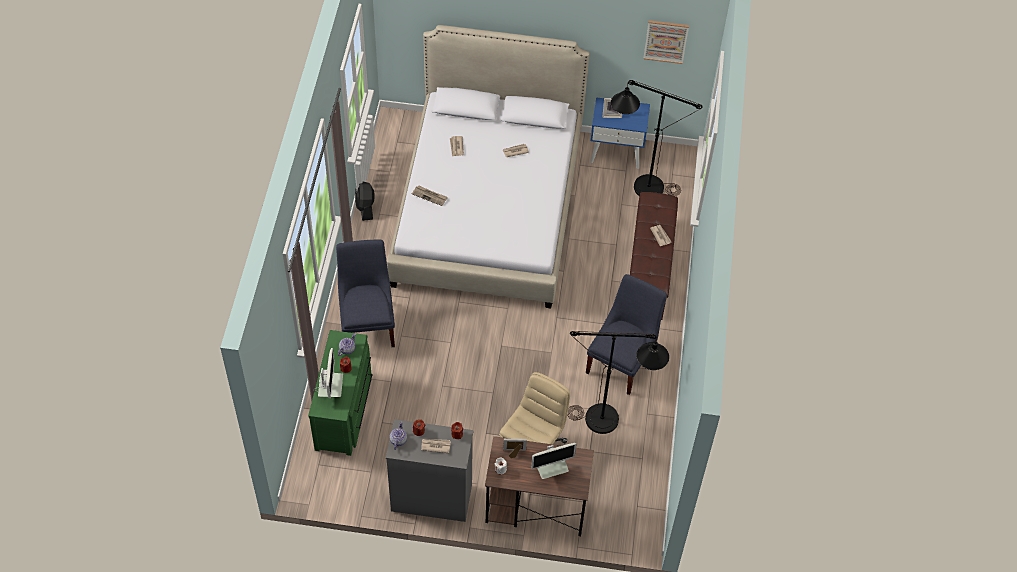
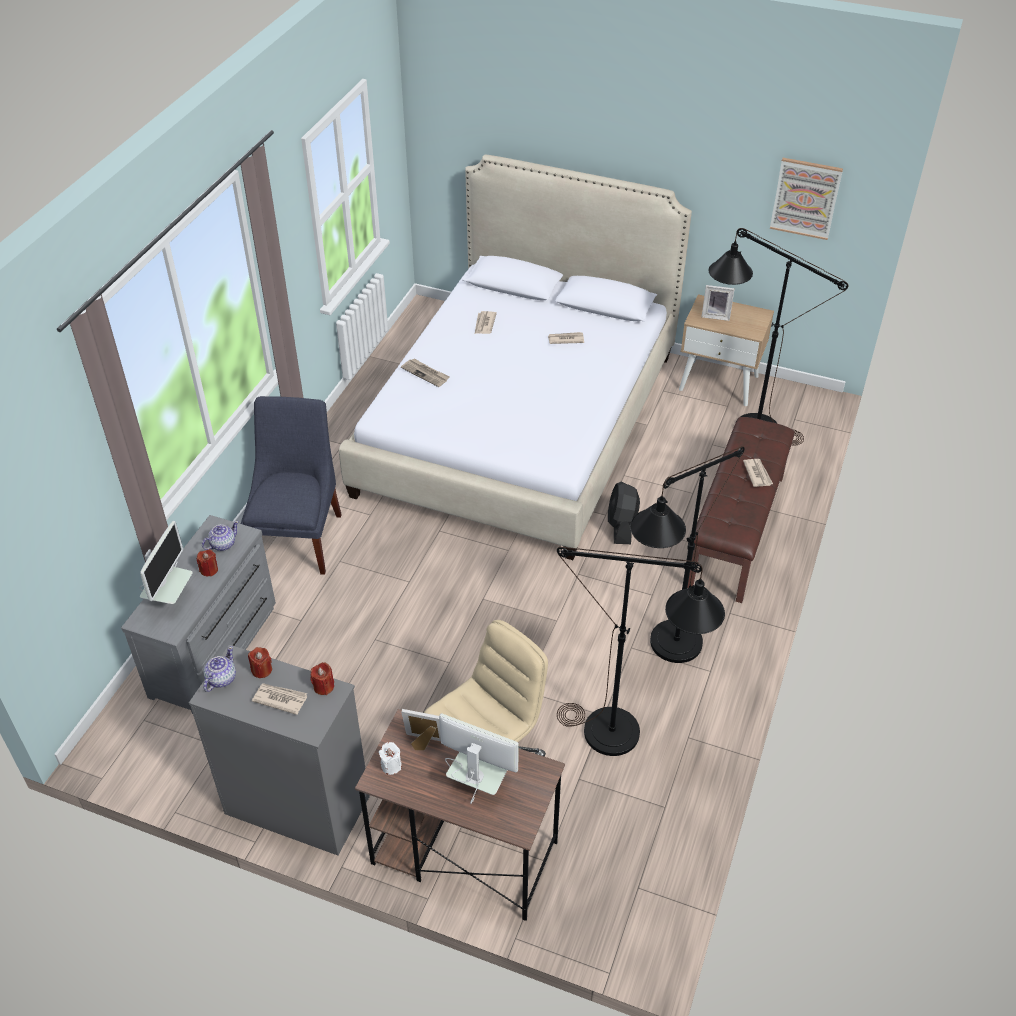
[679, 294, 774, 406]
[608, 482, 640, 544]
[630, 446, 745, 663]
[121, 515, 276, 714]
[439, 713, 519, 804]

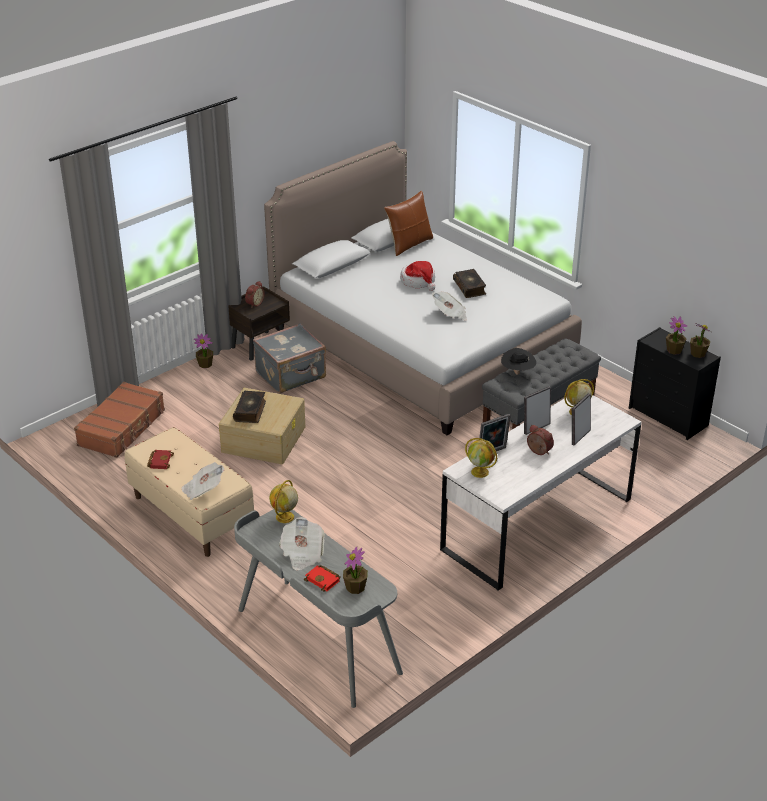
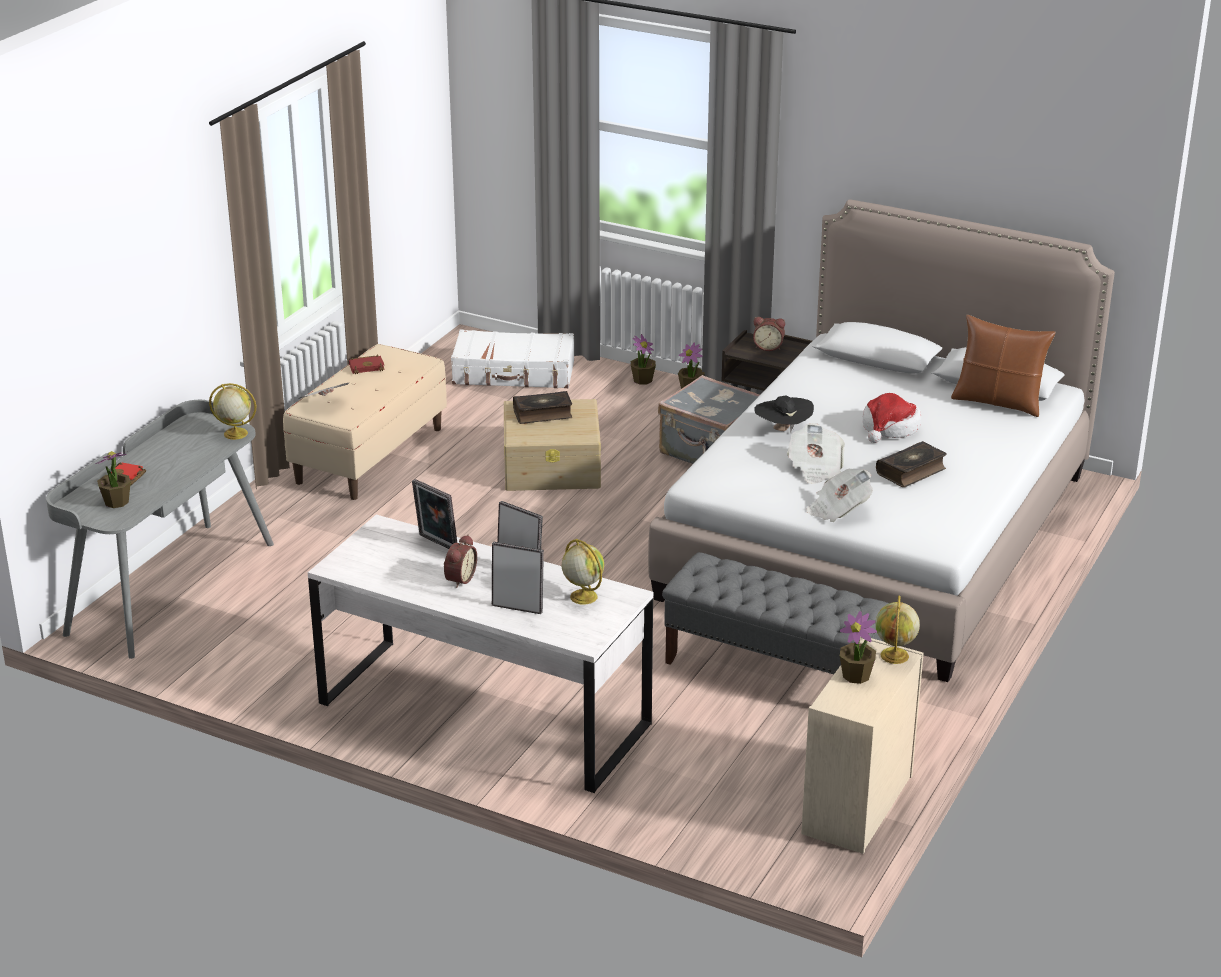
[631, 334, 656, 385]
[801, 637, 924, 854]
[754, 395, 814, 433]
[451, 330, 574, 388]
[875, 595, 920, 664]
[806, 468, 873, 522]

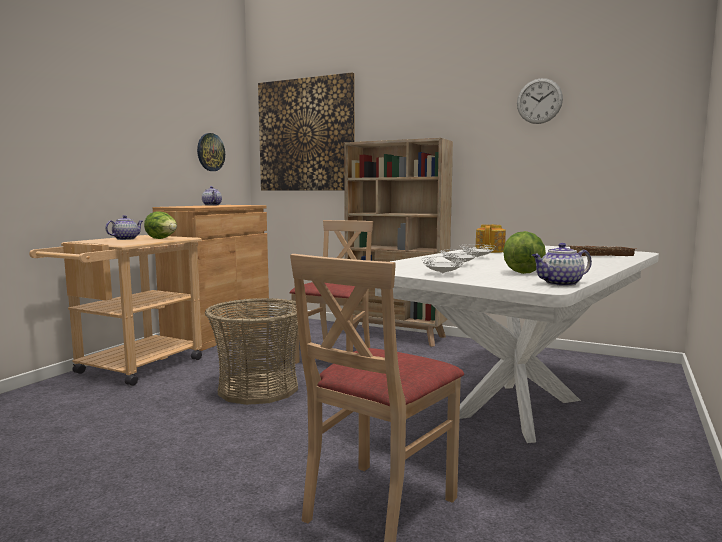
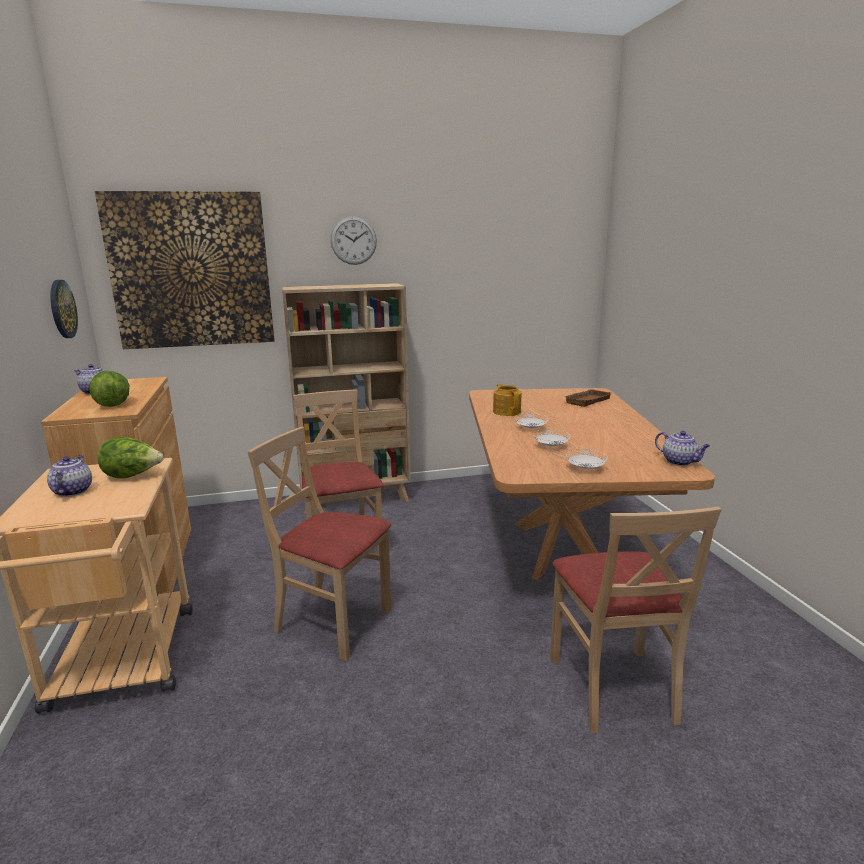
[331, 216, 377, 265]
[90, 370, 129, 407]
[655, 431, 710, 466]
[469, 388, 715, 581]
[248, 427, 392, 661]

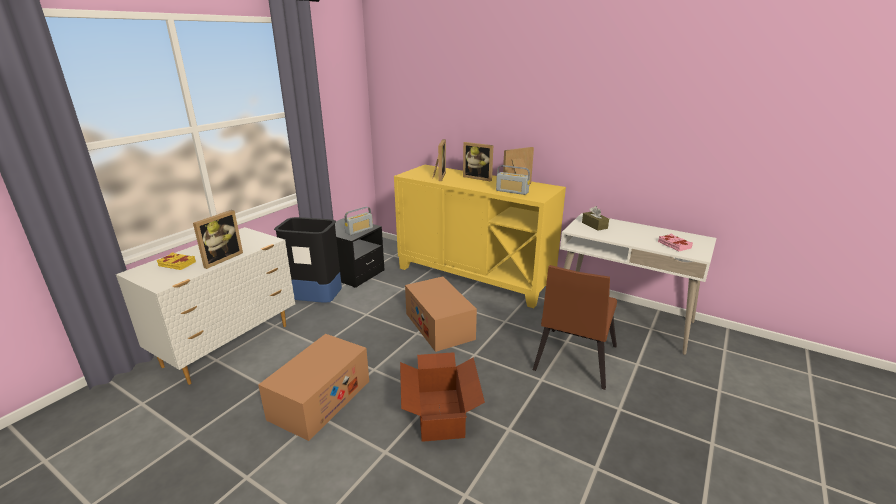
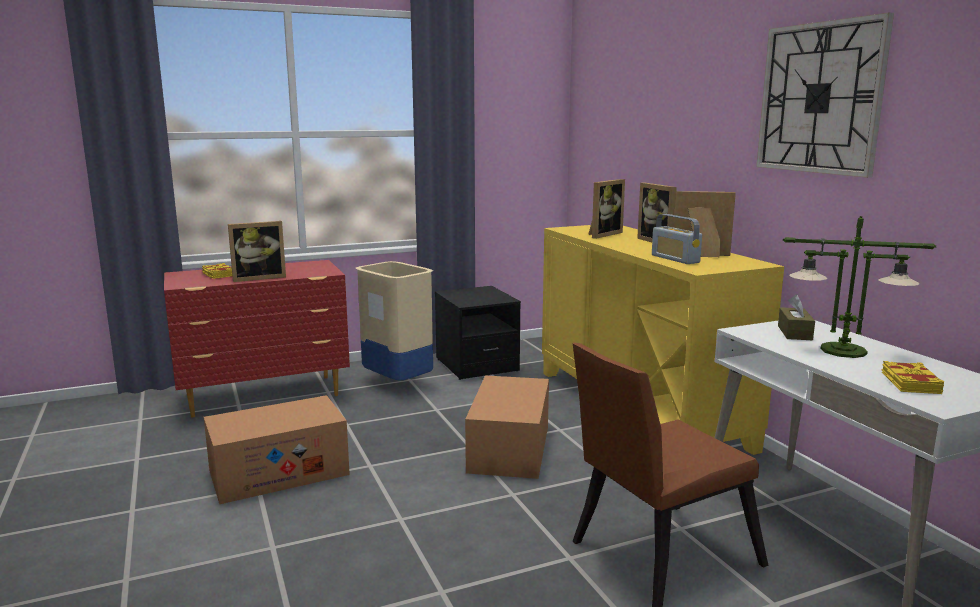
[344, 207, 373, 235] (first image)
[356, 261, 433, 381]
[164, 260, 350, 418]
[882, 361, 944, 394]
[400, 352, 485, 442] (first image)
[756, 13, 894, 178]
[783, 216, 936, 358]

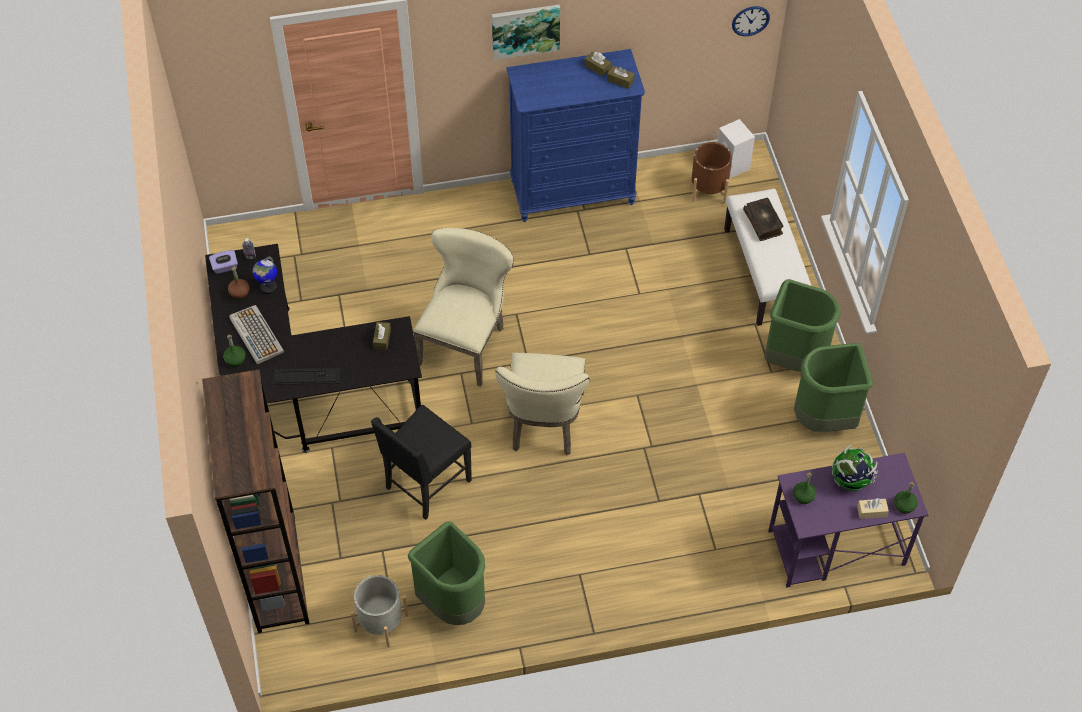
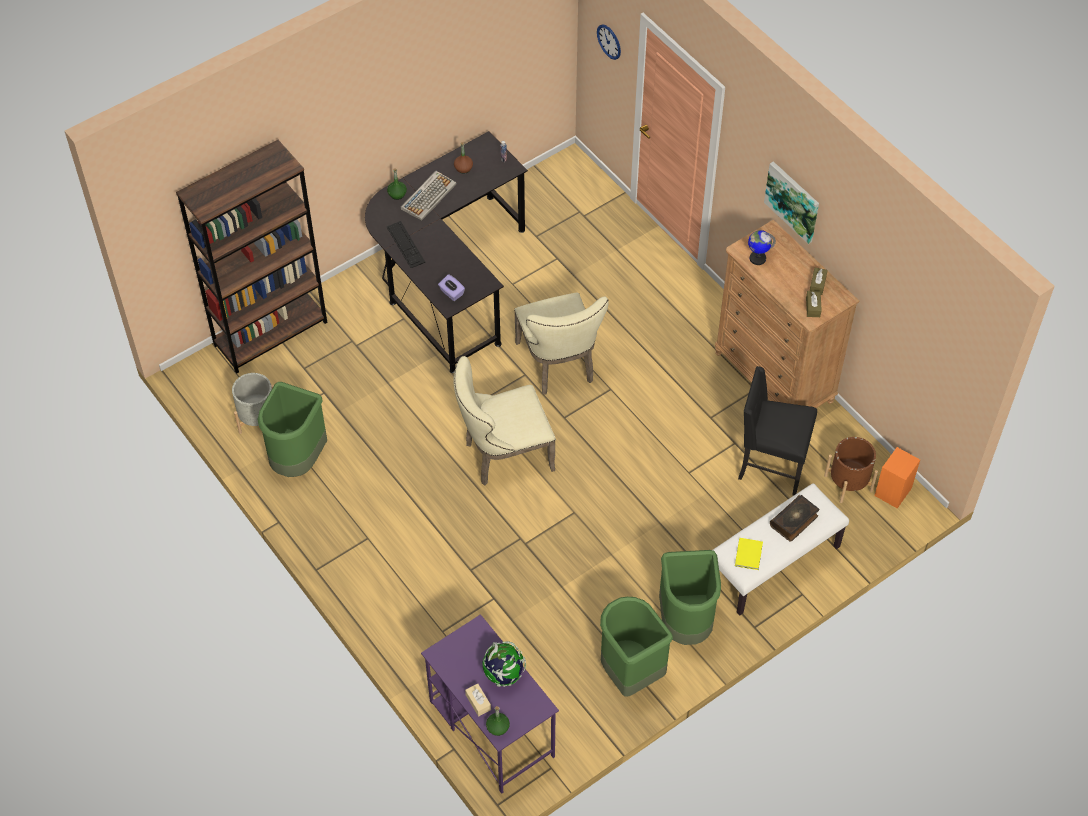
[597, 24, 621, 60]
[715, 220, 859, 408]
[874, 447, 920, 508]
[514, 293, 609, 394]
[438, 274, 465, 301]
[748, 230, 776, 265]
[373, 322, 391, 350] (first image)
[738, 366, 817, 496]
[793, 472, 816, 504] (first image)
[735, 538, 763, 570]

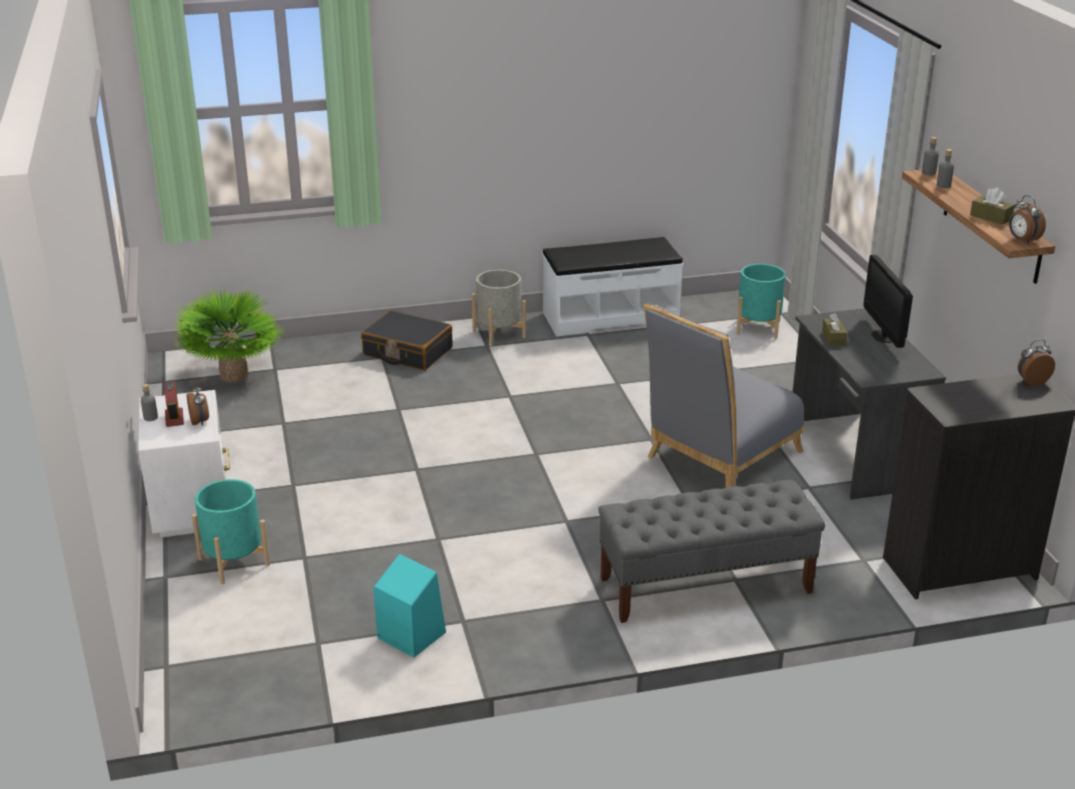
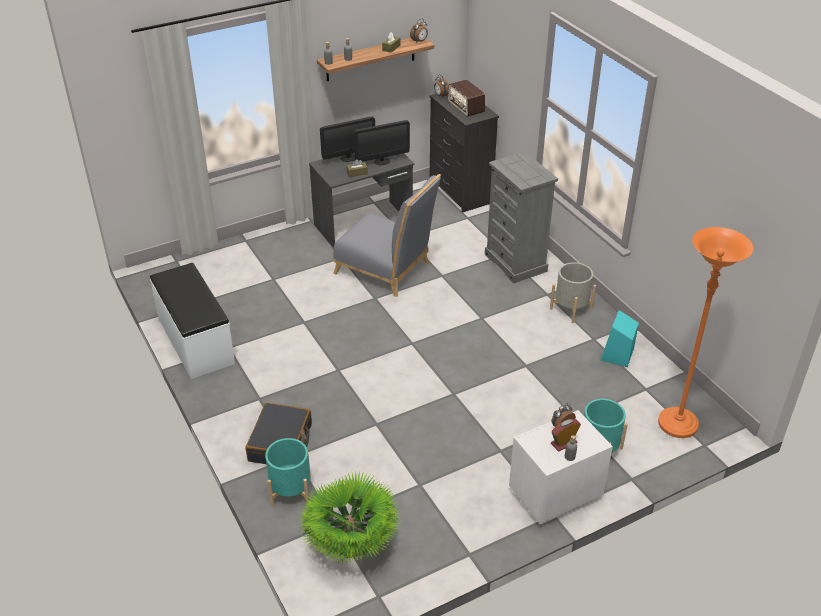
[265, 438, 311, 507]
[550, 262, 596, 323]
[485, 152, 558, 283]
[448, 80, 485, 117]
[354, 120, 410, 166]
[658, 227, 754, 438]

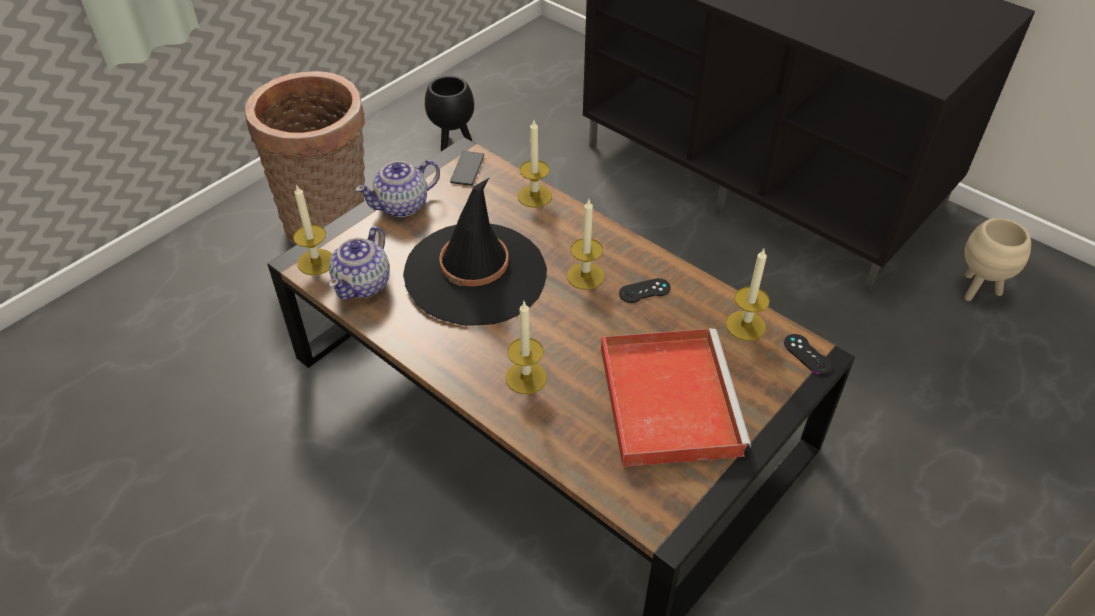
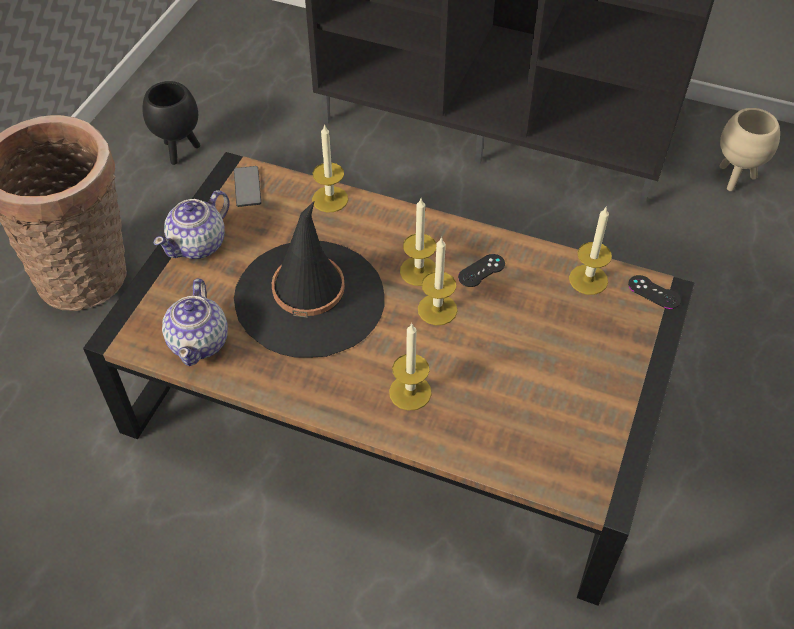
[418, 237, 458, 325]
[601, 328, 751, 467] (first image)

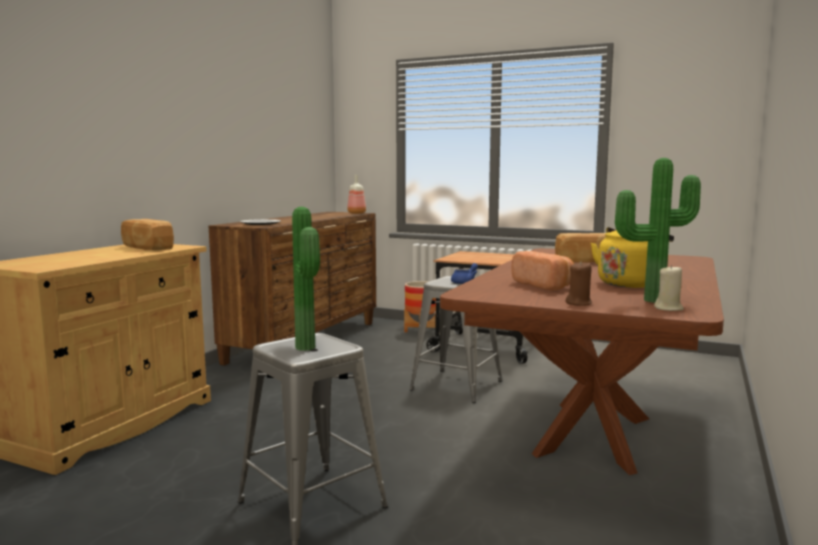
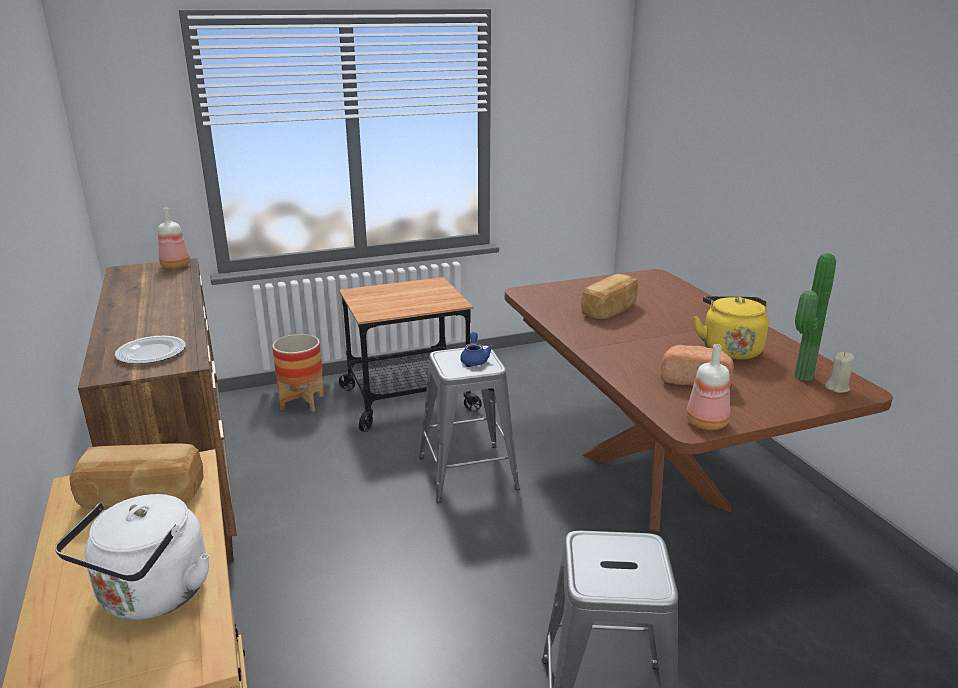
[292, 207, 320, 351] (first image)
[565, 262, 592, 306] (first image)
[686, 344, 730, 430]
[55, 494, 209, 620]

